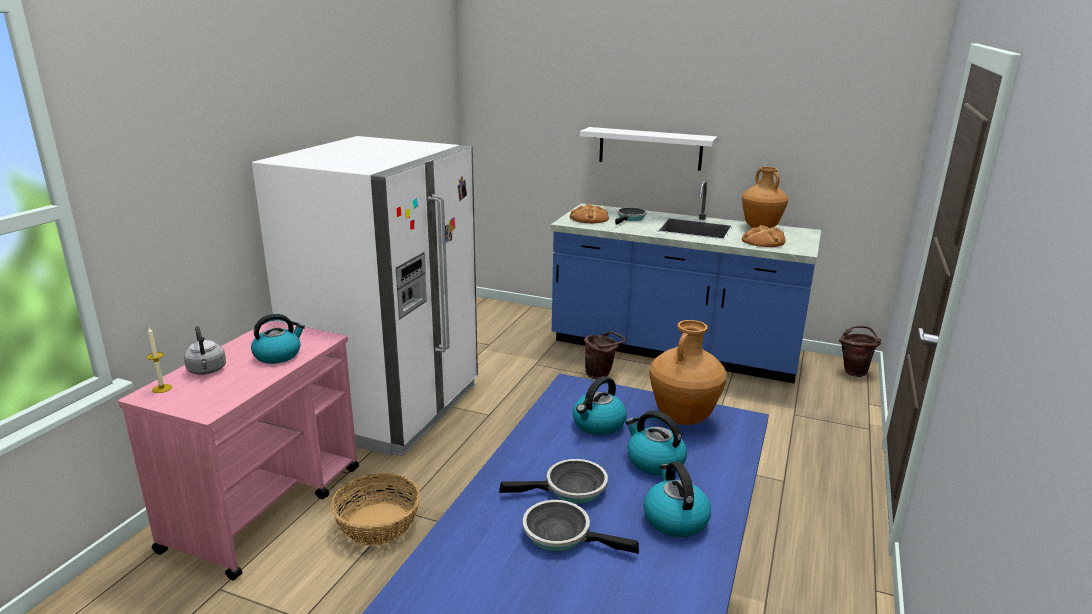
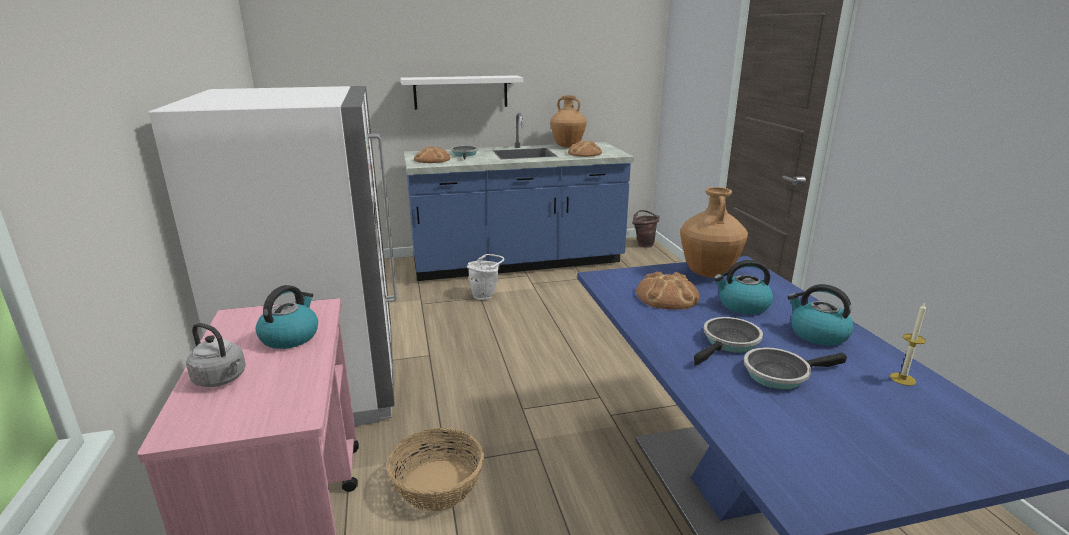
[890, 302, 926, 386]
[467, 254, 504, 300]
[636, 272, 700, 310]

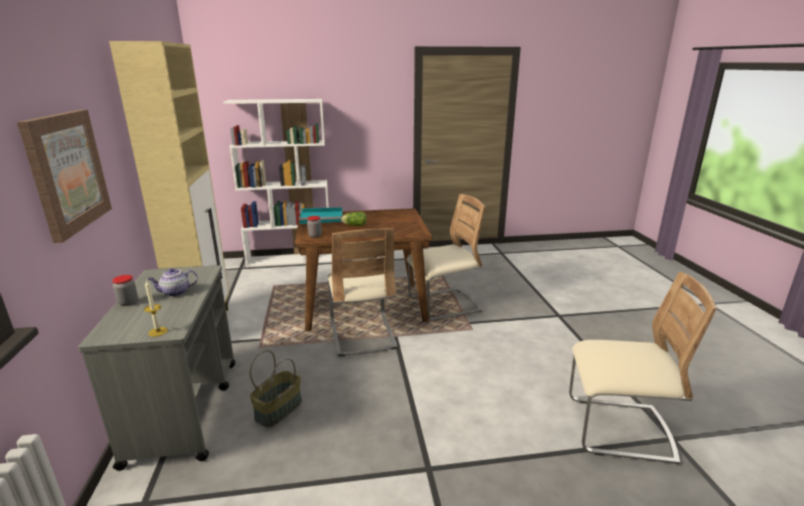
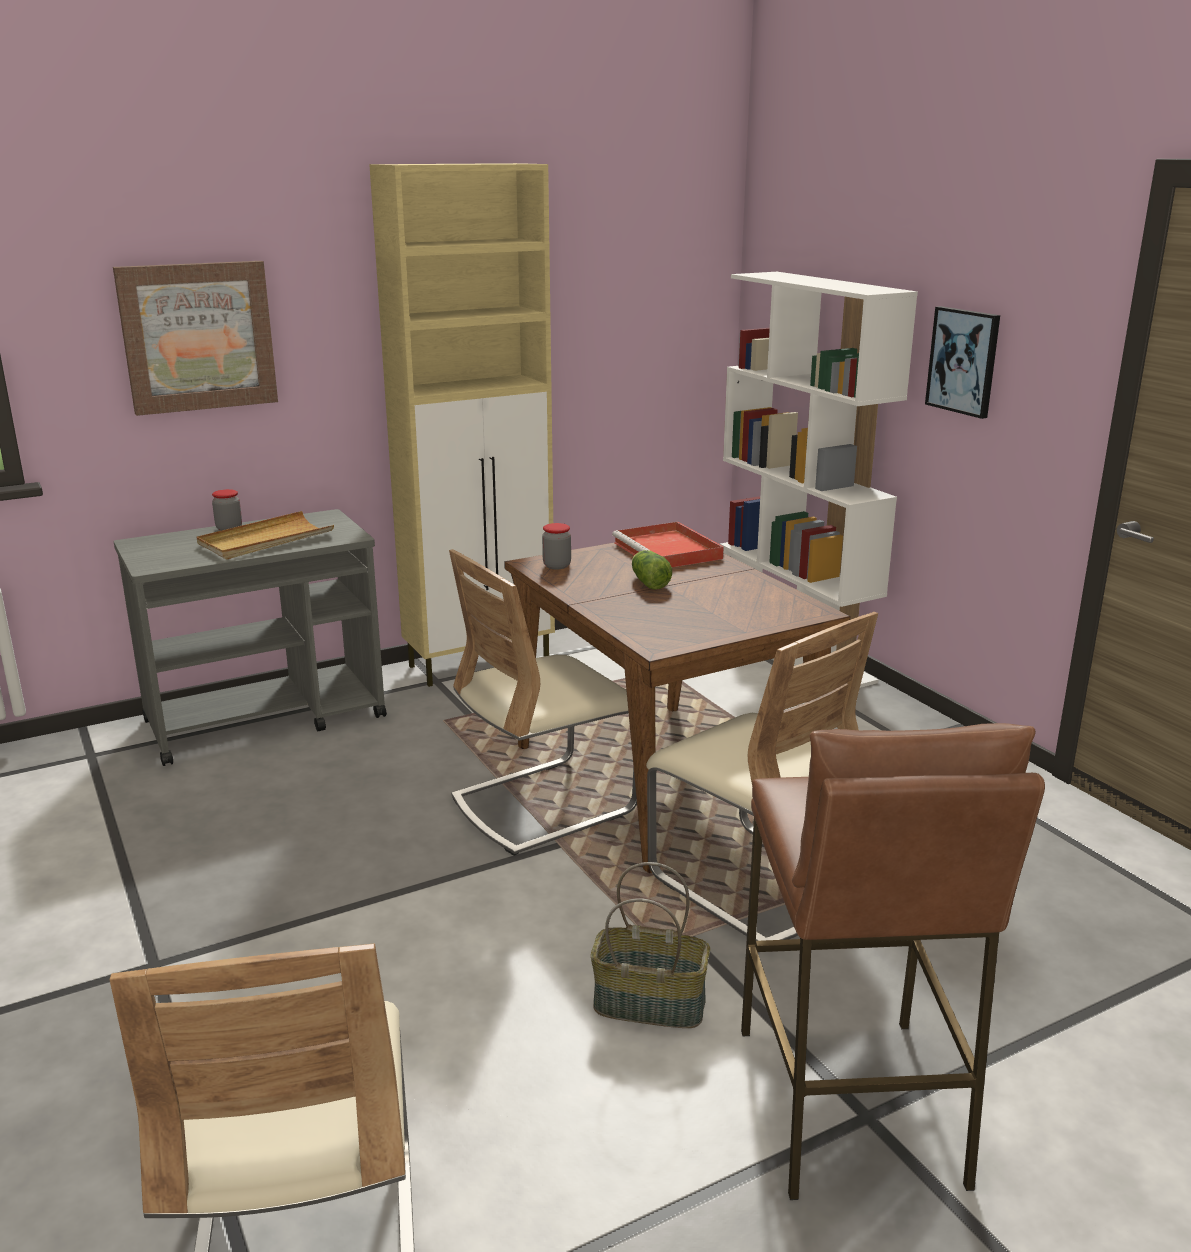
[612, 522, 724, 568]
[197, 511, 334, 559]
[144, 281, 168, 337] (first image)
[591, 862, 710, 1028]
[925, 306, 1000, 419]
[741, 723, 1045, 1200]

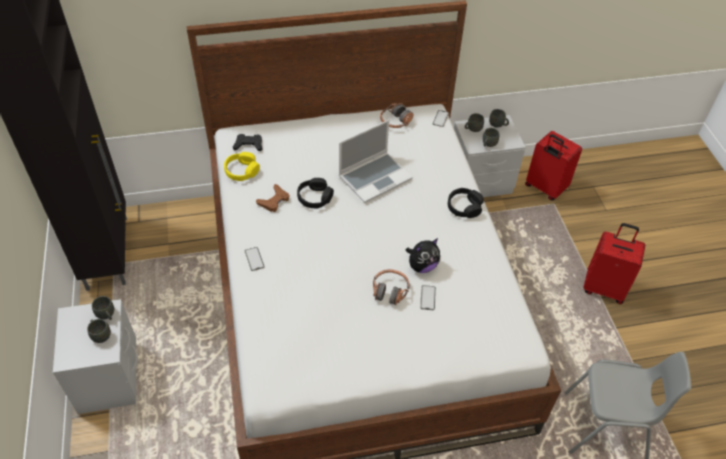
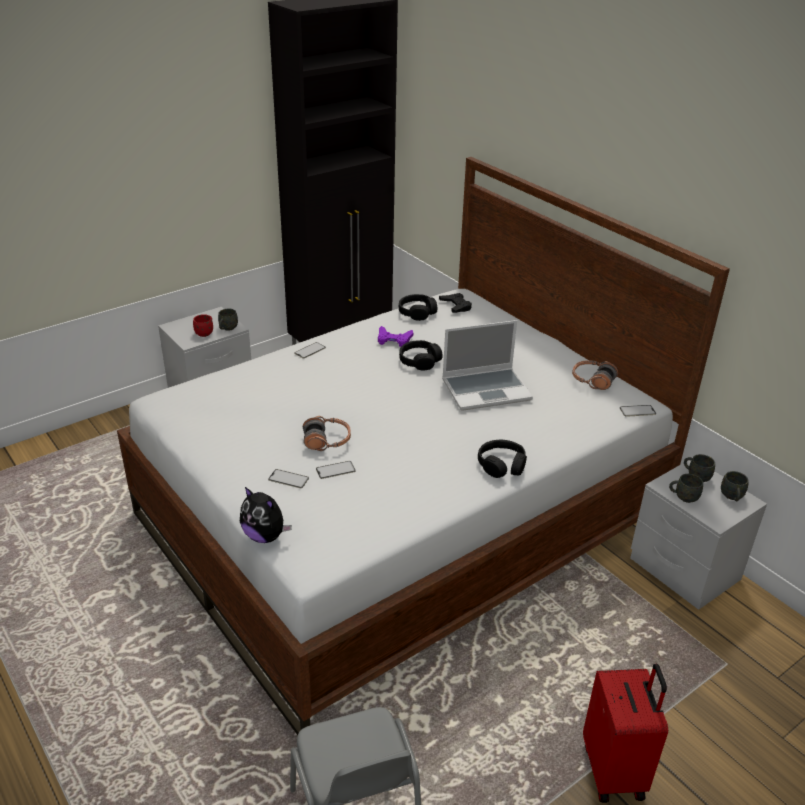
[442, 320, 533, 411]
[525, 131, 582, 200] (first image)
[399, 294, 437, 321]
[378, 326, 414, 347]
[240, 487, 292, 543]
[193, 314, 213, 337]
[268, 469, 309, 488]

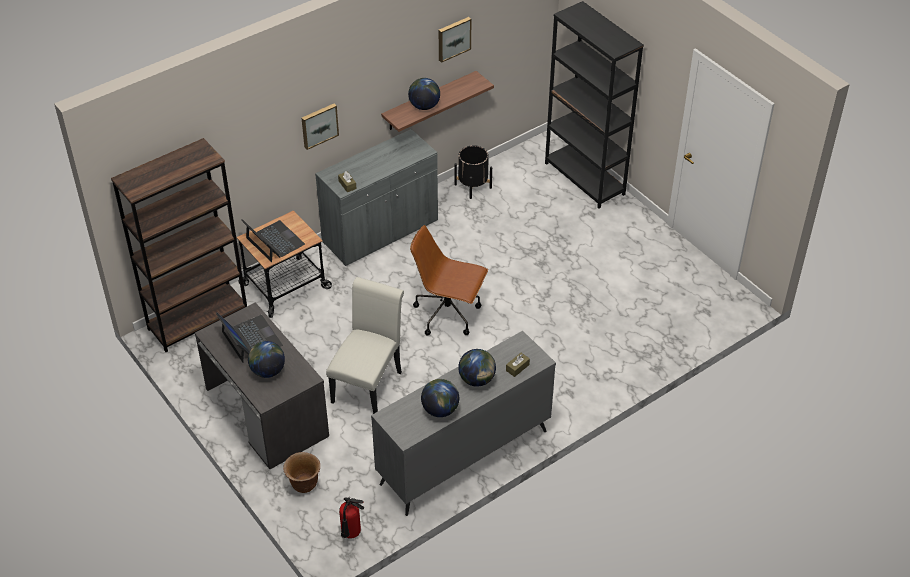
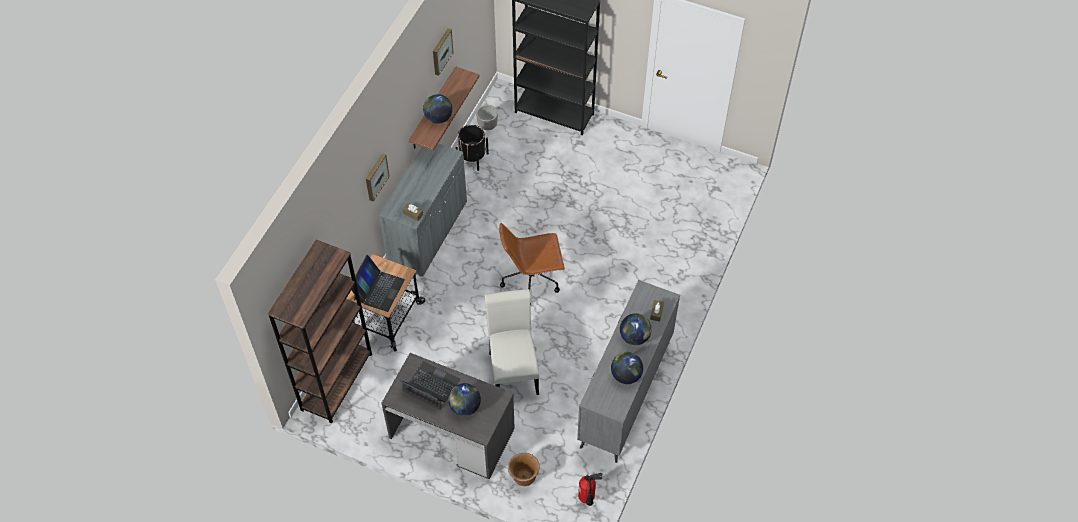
[351, 255, 405, 312]
[476, 105, 498, 130]

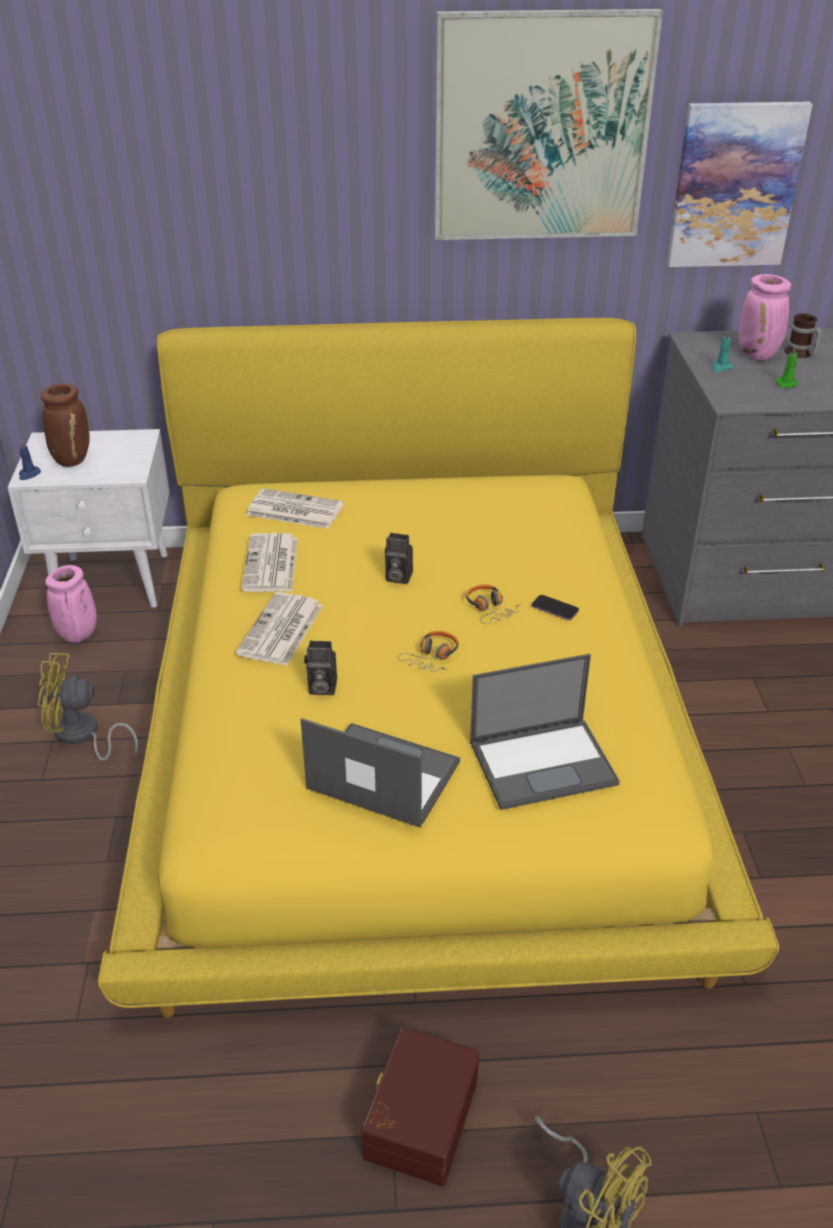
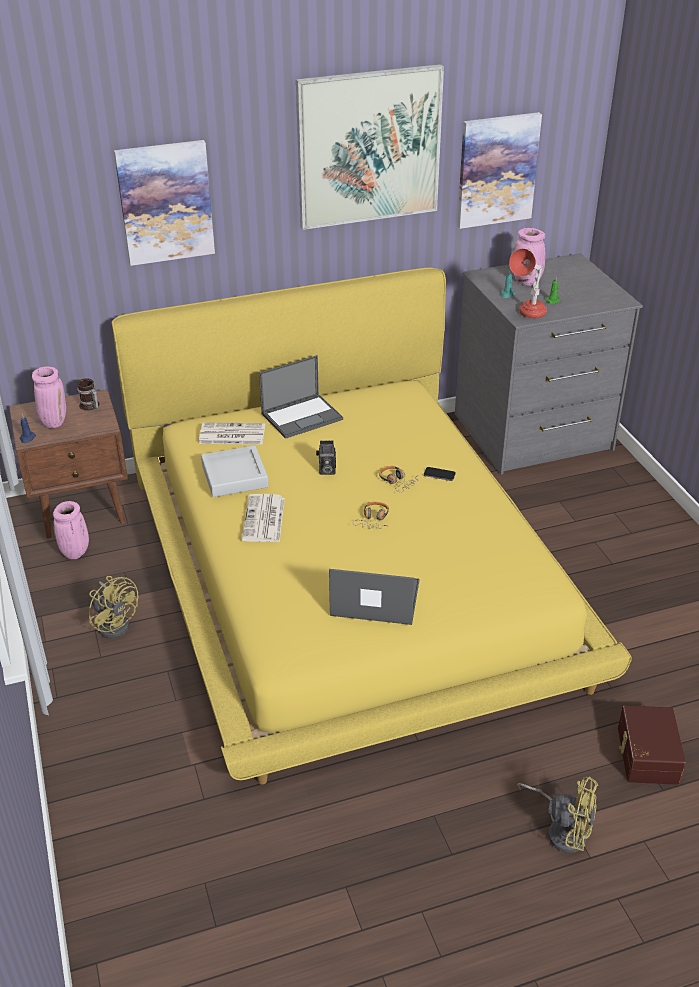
[77, 378, 99, 411]
[32, 367, 66, 428]
[9, 389, 128, 539]
[201, 445, 269, 497]
[304, 640, 337, 695] (first image)
[89, 576, 138, 639]
[259, 355, 343, 439]
[618, 706, 686, 785]
[114, 140, 215, 266]
[509, 249, 547, 318]

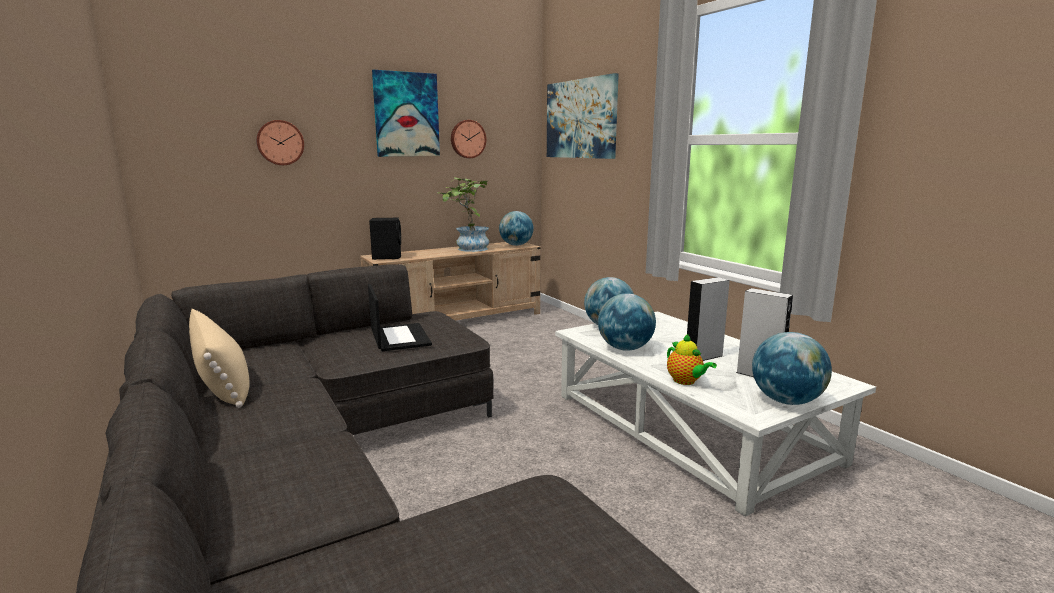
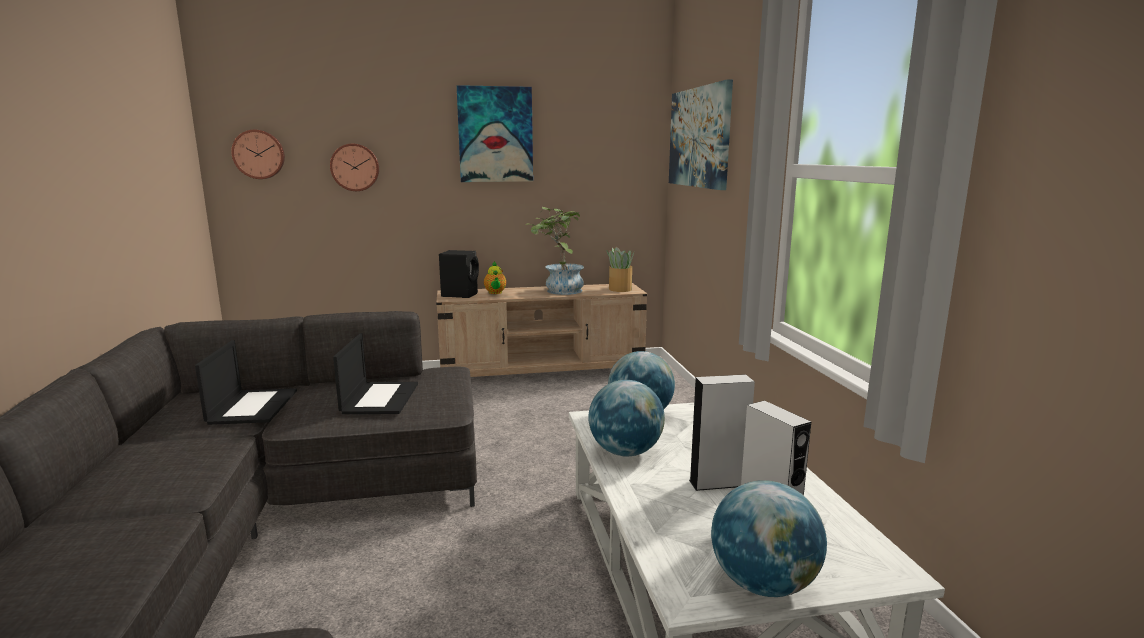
[231, 130, 285, 179]
[606, 247, 634, 292]
[189, 309, 250, 408] (first image)
[484, 261, 506, 294]
[195, 340, 297, 425]

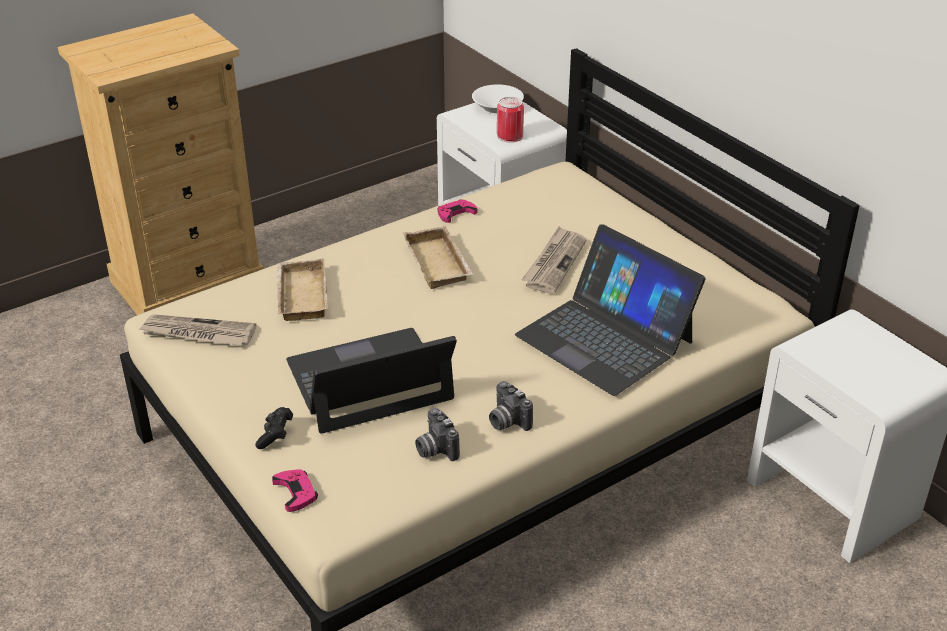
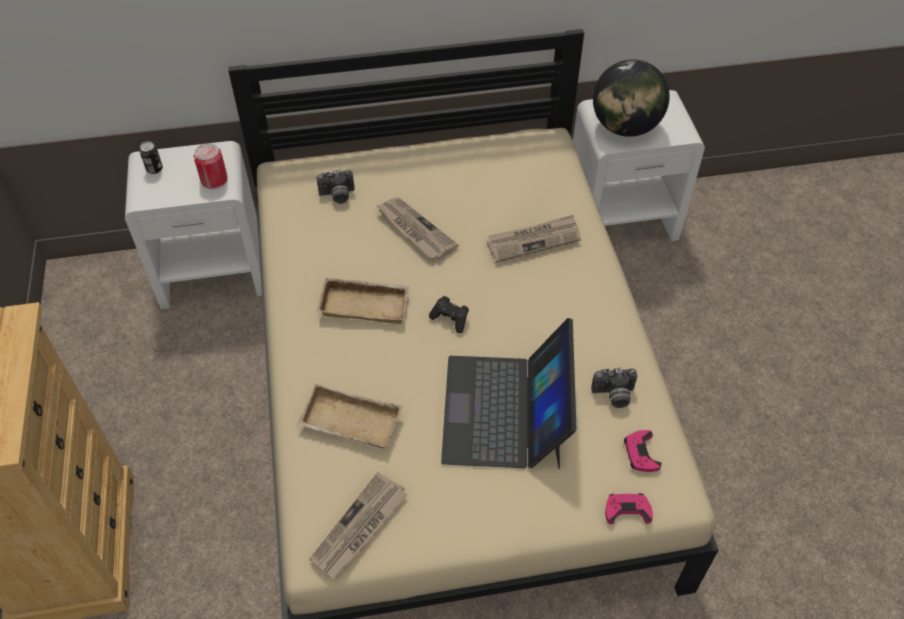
[139, 141, 163, 174]
[624, 430, 662, 472]
[486, 215, 581, 263]
[316, 169, 355, 204]
[429, 296, 469, 333]
[593, 59, 670, 137]

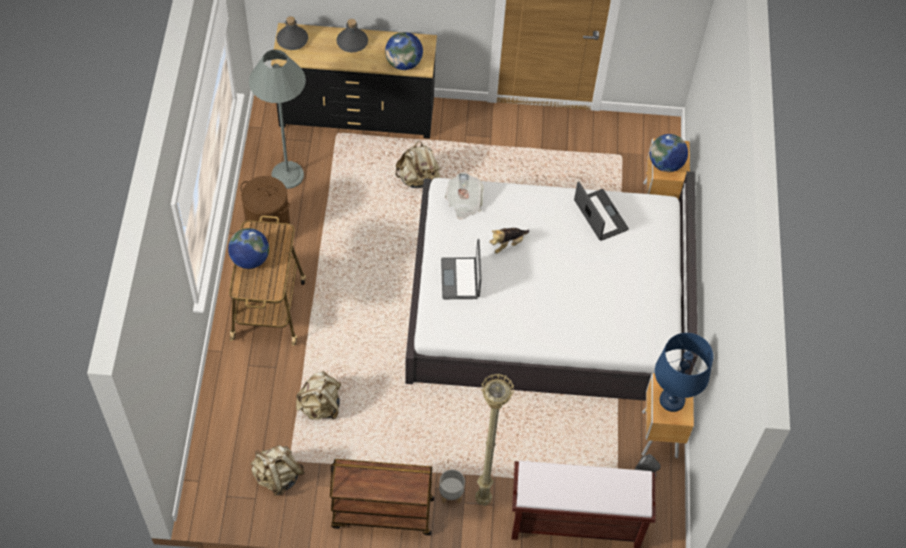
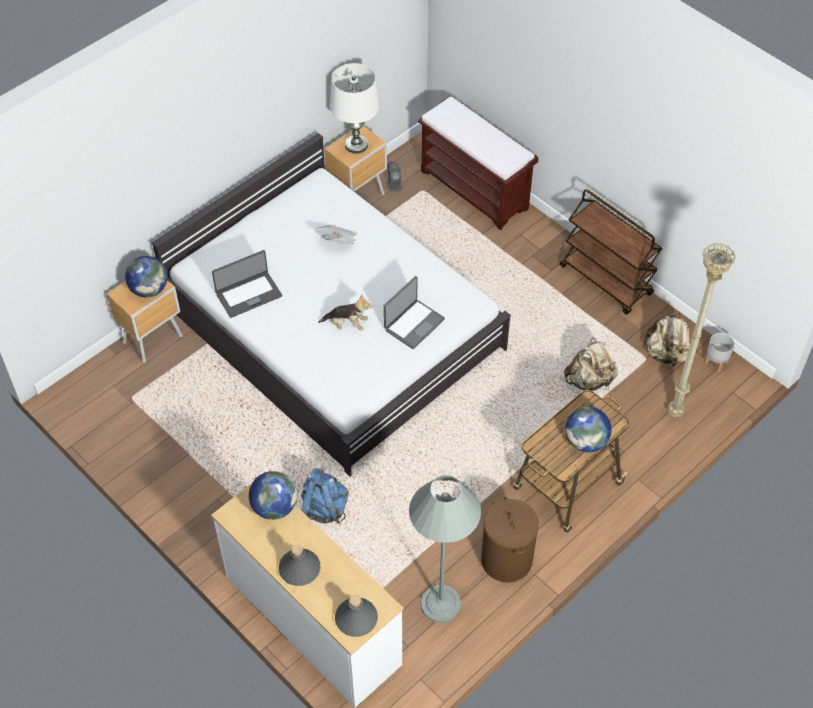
[211, 483, 403, 707]
[301, 467, 349, 524]
[315, 225, 357, 244]
[212, 250, 282, 318]
[330, 63, 380, 153]
[668, 243, 736, 418]
[704, 333, 735, 372]

